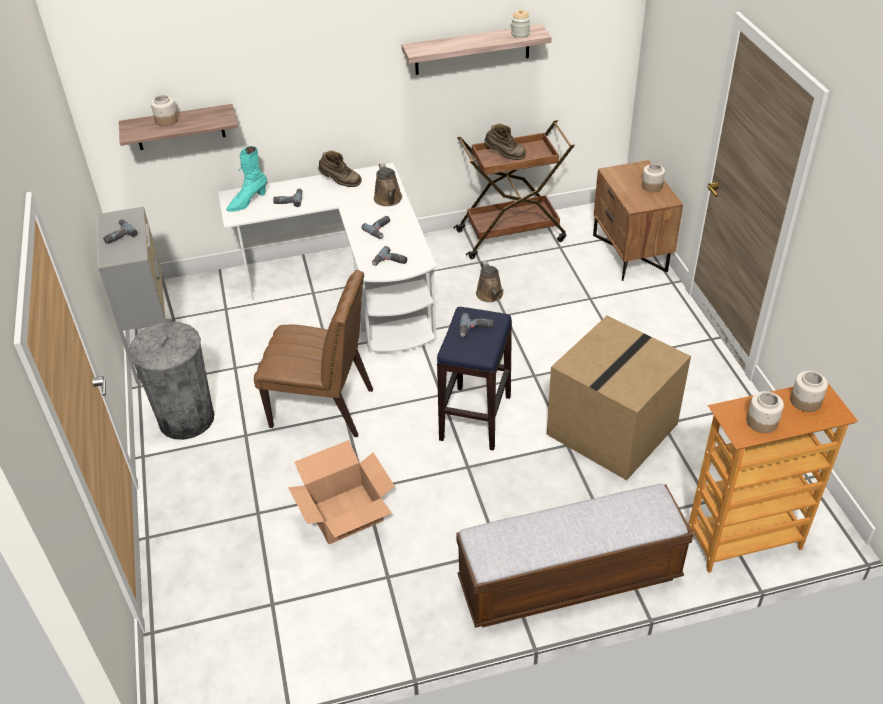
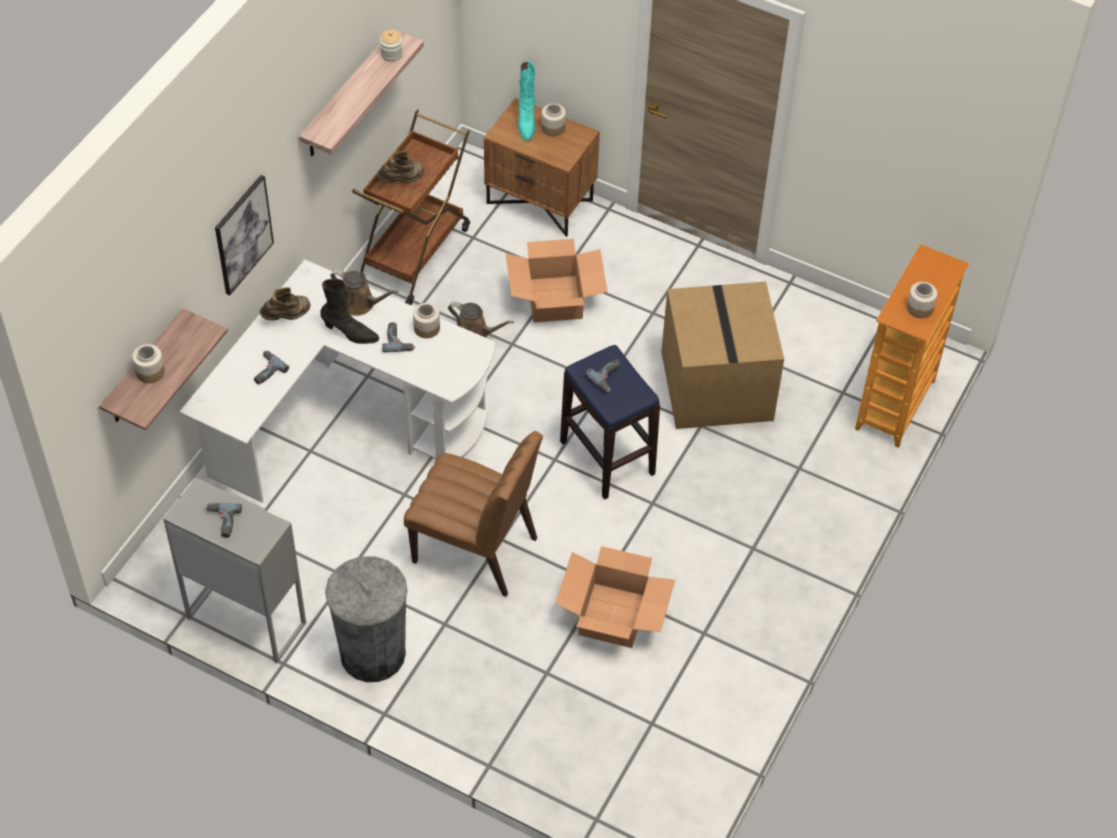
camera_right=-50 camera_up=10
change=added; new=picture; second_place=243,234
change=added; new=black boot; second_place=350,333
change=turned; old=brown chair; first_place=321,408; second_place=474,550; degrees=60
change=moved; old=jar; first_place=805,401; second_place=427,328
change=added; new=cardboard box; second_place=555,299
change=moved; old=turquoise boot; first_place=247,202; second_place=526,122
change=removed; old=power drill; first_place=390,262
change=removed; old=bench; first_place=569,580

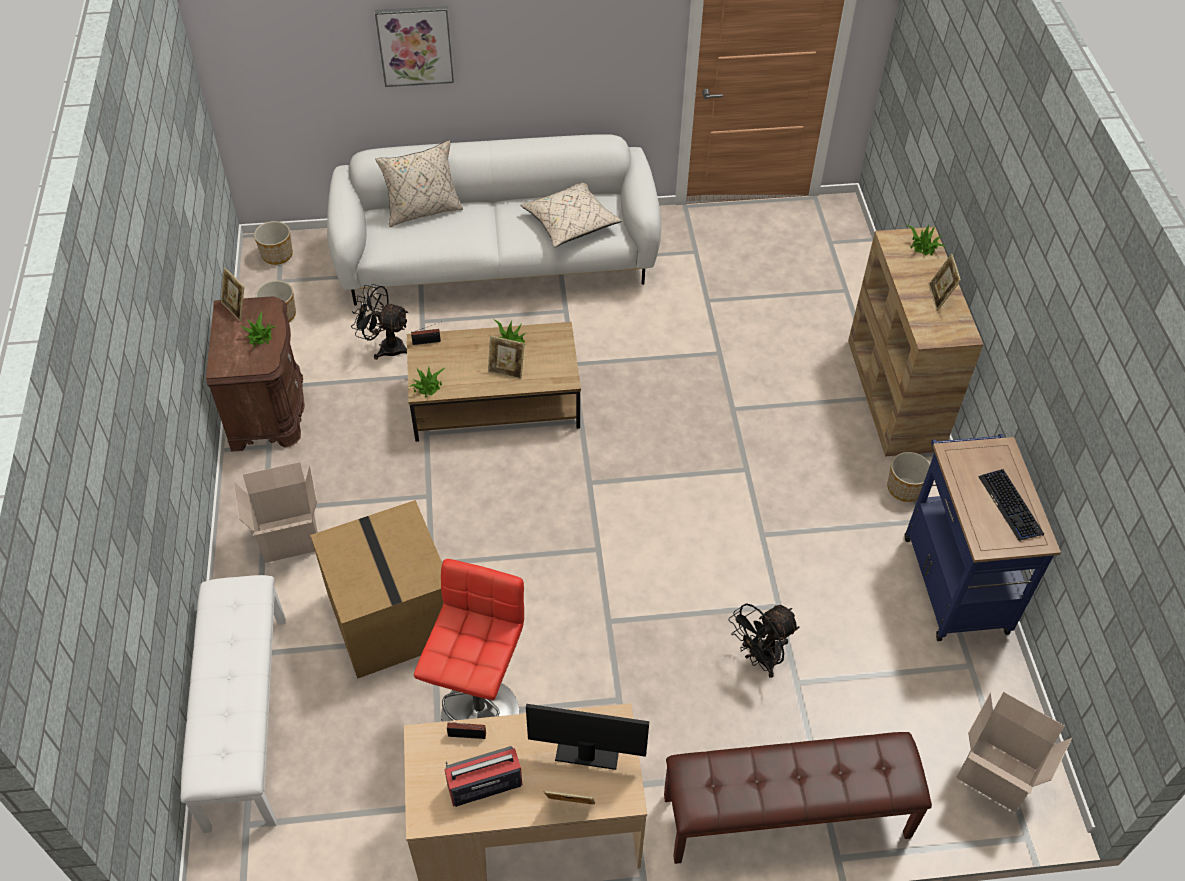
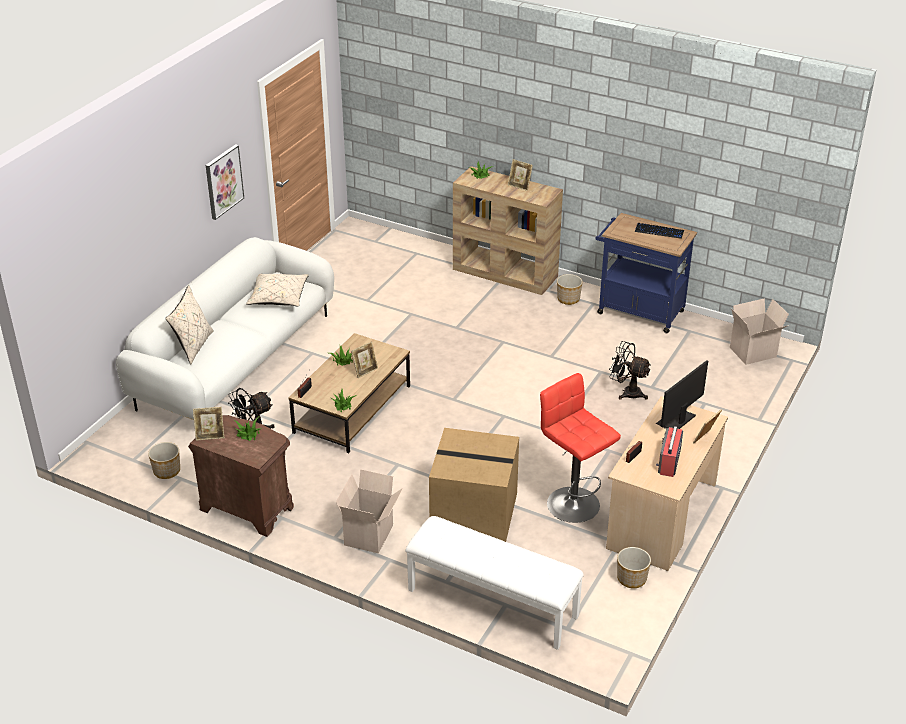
camera_right=-55 camera_up=-15
change=moved; old=picture; first_place=415,45; second_place=223,181
change=turned; old=black fan; first_place=760,658; second_place=627,392; degrees=120
change=moved; old=planter; first_place=277,255; second_place=632,578
change=removed; old=brown bench; first_place=786,817

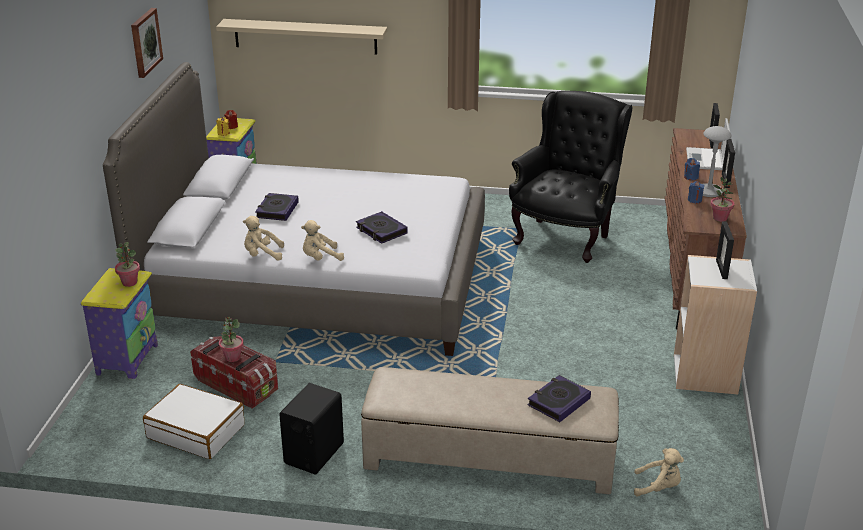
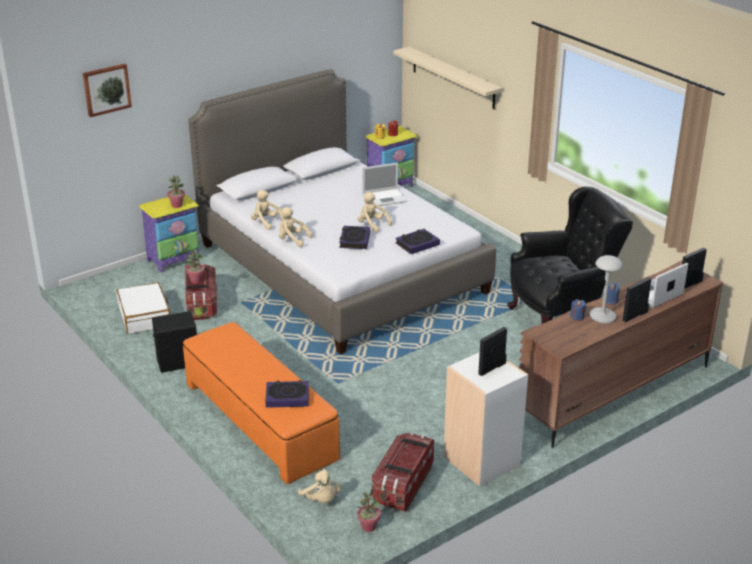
camera_right=45 camera_up=0
change=moved; old=picture; first_place=145,42; second_place=106,89
change=recoloured; old=beige bench; new=orange bench; first_place=487,456; second_place=259,420
change=moved; old=potted plant; first_place=720,218; second_place=368,527
change=added; new=beige plush toy; second_place=372,225
change=added; new=laptop; second_place=385,198
change=added; new=storage box; second_place=403,485
change=moved; old=book; first_place=277,210; second_place=417,244

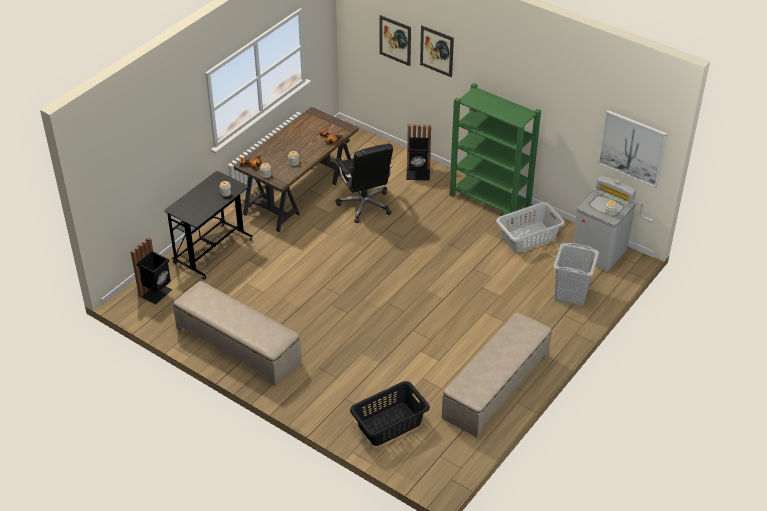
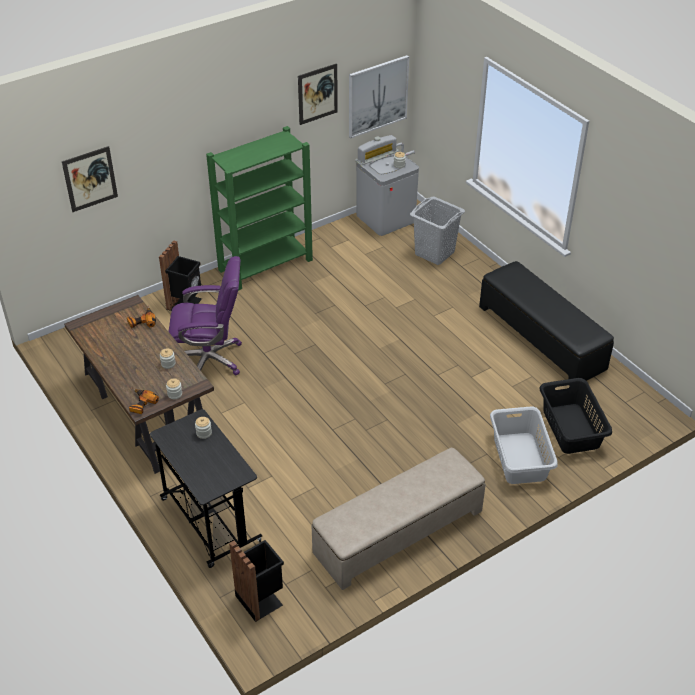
camera_right=-70 camera_up=0
change=recoloured; old=black office chair; new=purple office chair; first_place=364,204; second_place=209,359
change=moved; old=picture; first_place=436,51; second_place=317,94
change=recoloured; old=beige bench; new=black bench; first_place=496,386; second_place=542,337
change=moved; old=grey laundry basket; first_place=528,237; second_place=519,458

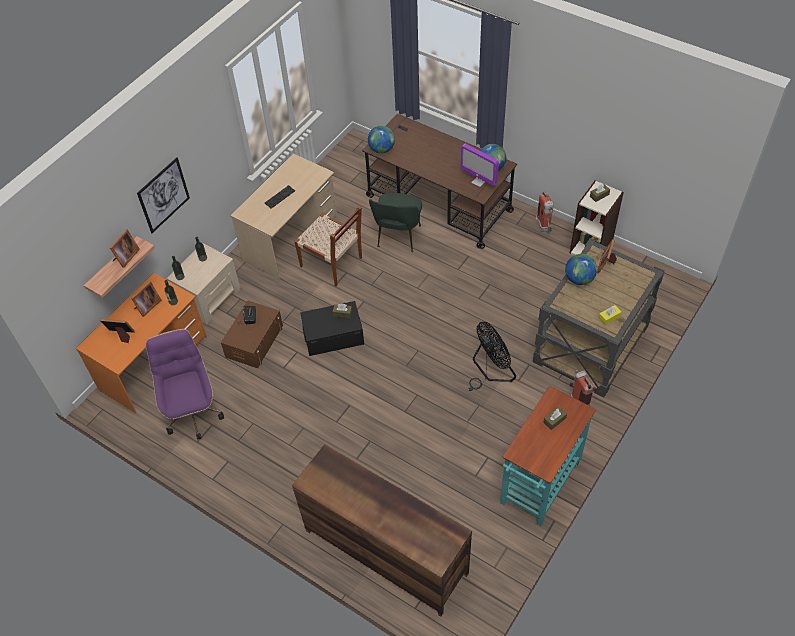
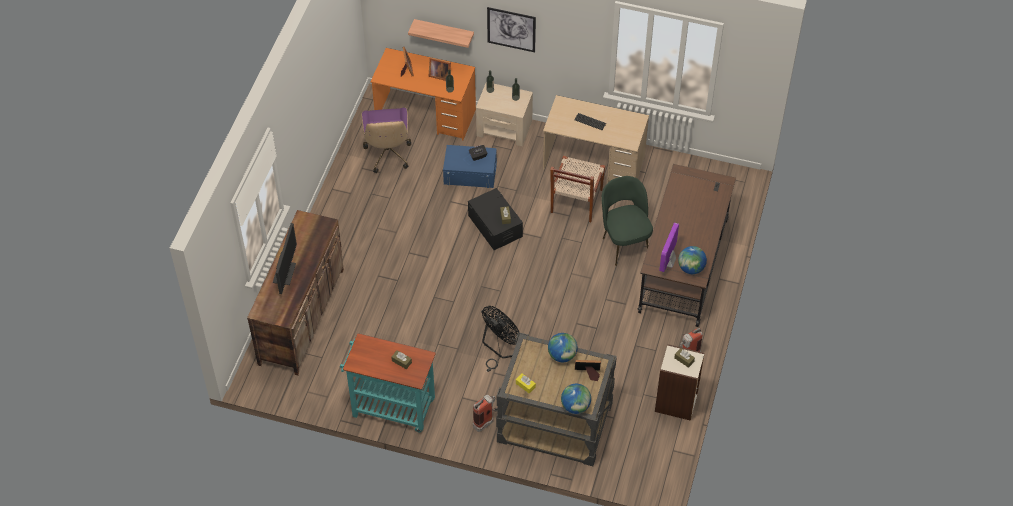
camera_right=70 camera_up=0
change=added; new=monitor; second_place=284,272
change=turned; old=purple office chair; first_place=193,412; second_place=388,156; degrees=120
change=recoloured; old=brown storage box; new=blue storage box; first_place=254,341; second_place=470,173
change=turned; old=black fan; first_place=488,368; second_place=499,347; degrees=-90
change=moved; old=globe; first_place=382,149; second_place=575,406
change=turned; old=green chair; first_place=398,239; second_place=624,244; degrees=75
change=removed; old=picture frame; first_place=125,257

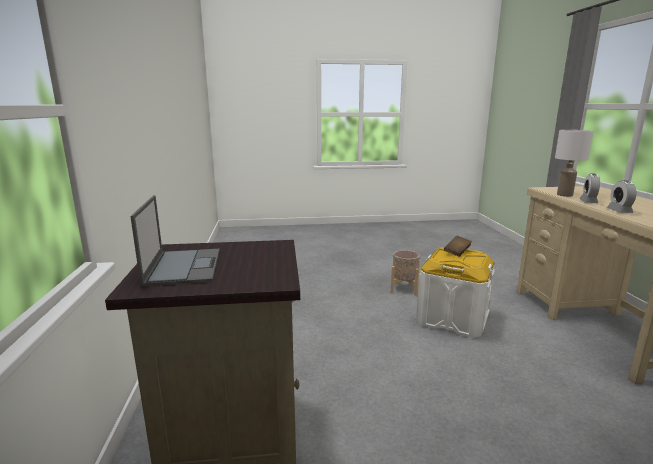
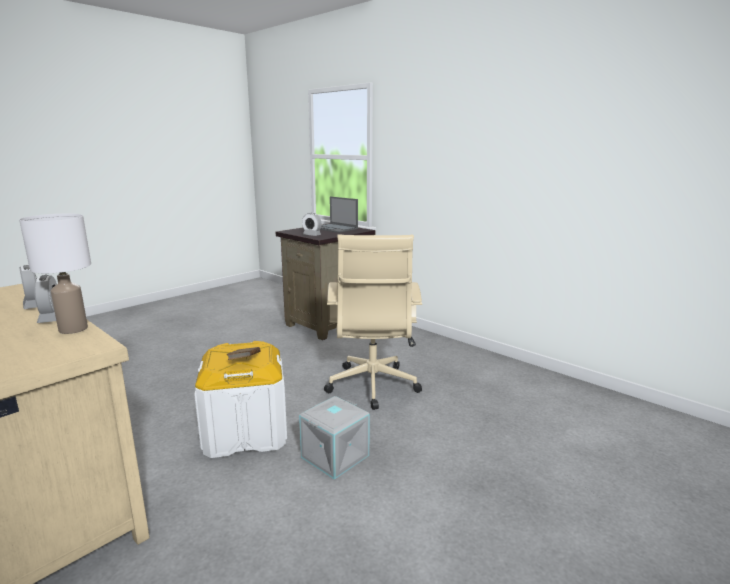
camera_right=140 camera_up=0
change=replaced; old=beige planter; new=grey storage box; first_place=404,288; second_place=335,457
change=added; new=alarm clock; second_place=312,235
change=added; new=beige office chair; second_place=372,387

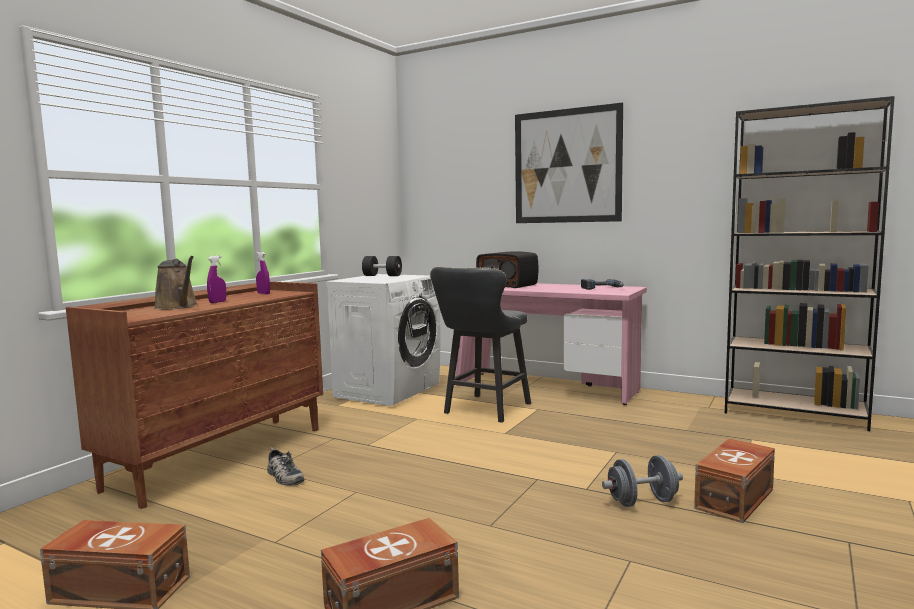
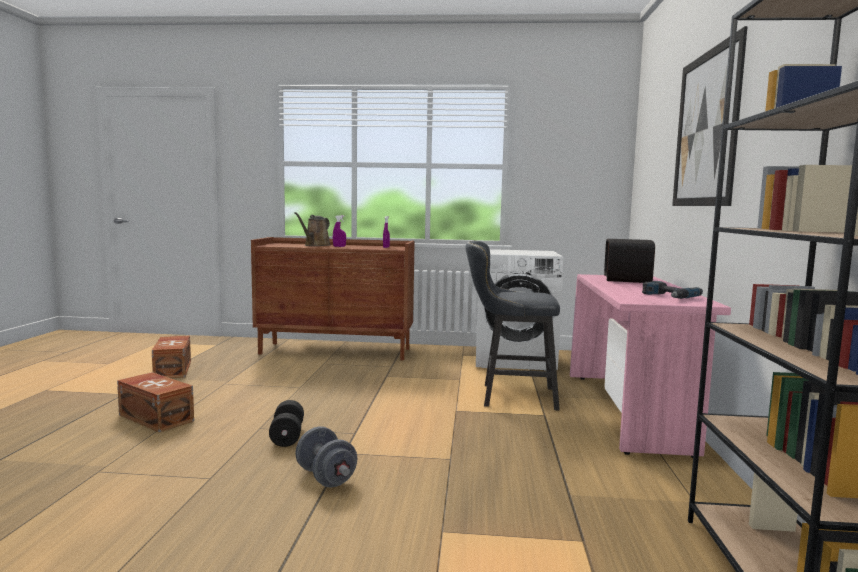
camera_right=65 camera_up=0
change=moved; old=black dumbbell; first_place=382,276; second_place=287,436
change=removed; old=shoe; first_place=283,476
change=removed; old=brown storage box; first_place=736,499

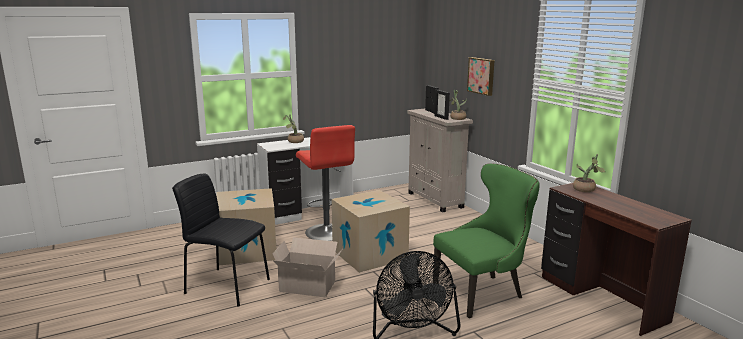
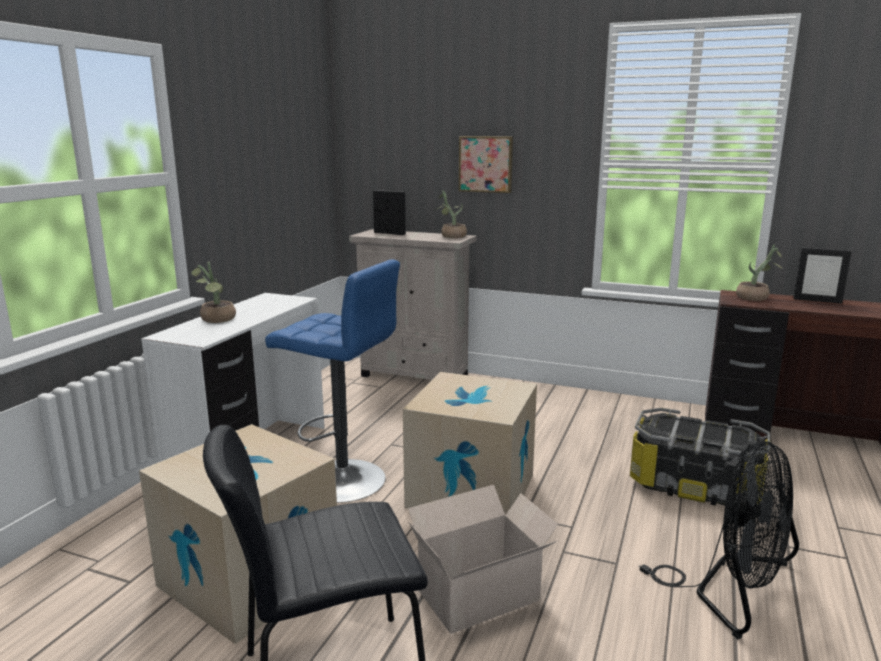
camera_right=-40 camera_up=0
change=recoloured; old=red stool; new=blue stool; first_place=326,232; second_place=343,481
change=replaced; old=green chair; new=storage box; first_place=482,293; second_place=694,485
change=moved; old=picture frame; first_place=441,117; second_place=817,300

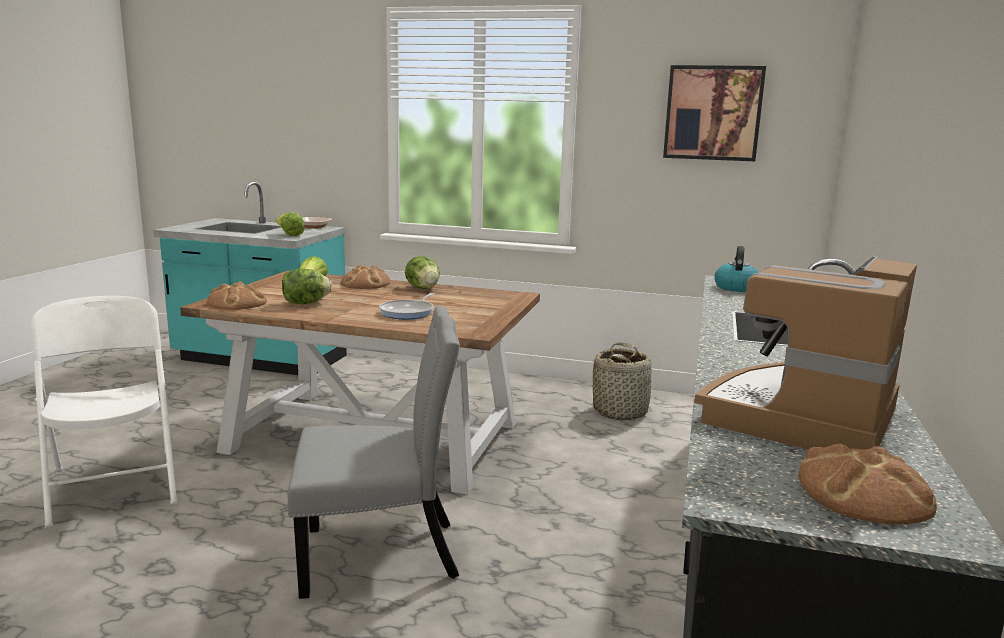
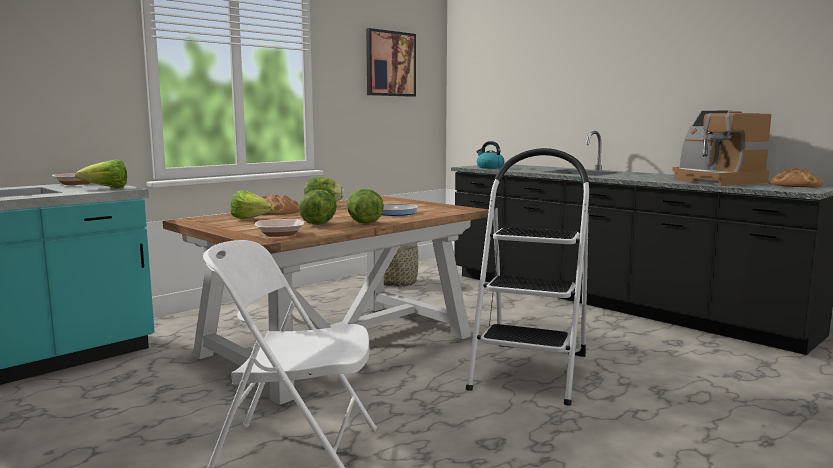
camera_right=-60 camera_up=-5
change=replaced; old=bread; new=bowl; first_place=238,303; second_place=280,234
change=added; new=lettuce; second_place=364,222
change=replaced; old=grey chair; new=step ladder; first_place=376,555; second_place=532,371

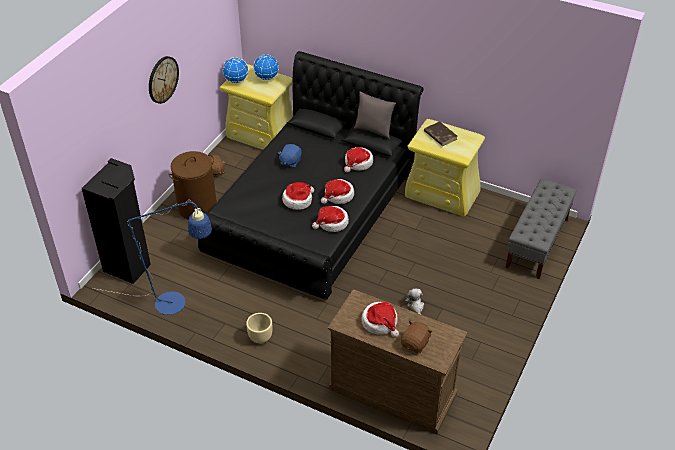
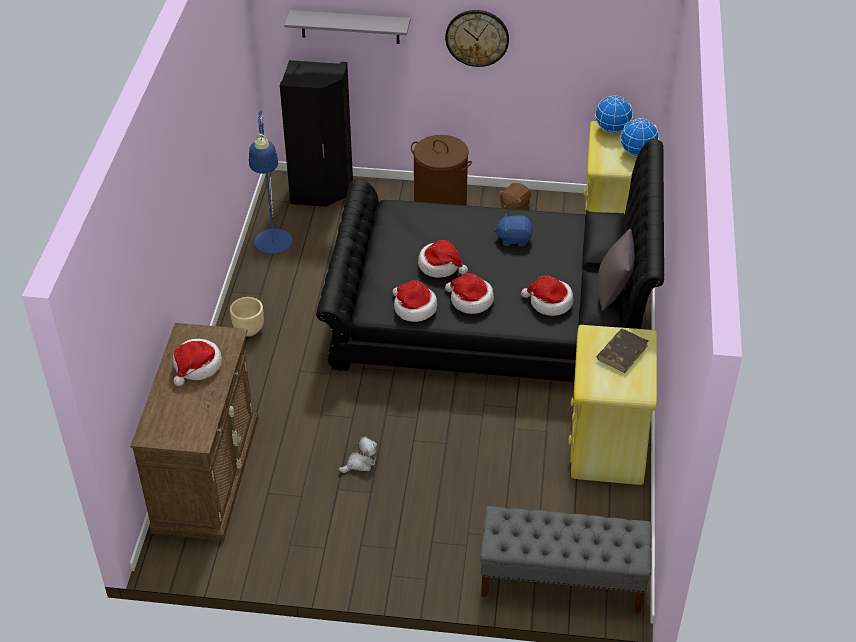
camera_right=70 camera_up=0
change=added; new=grey shelf; second_place=350,27
change=removed; old=brown plush toy; first_place=415,344

